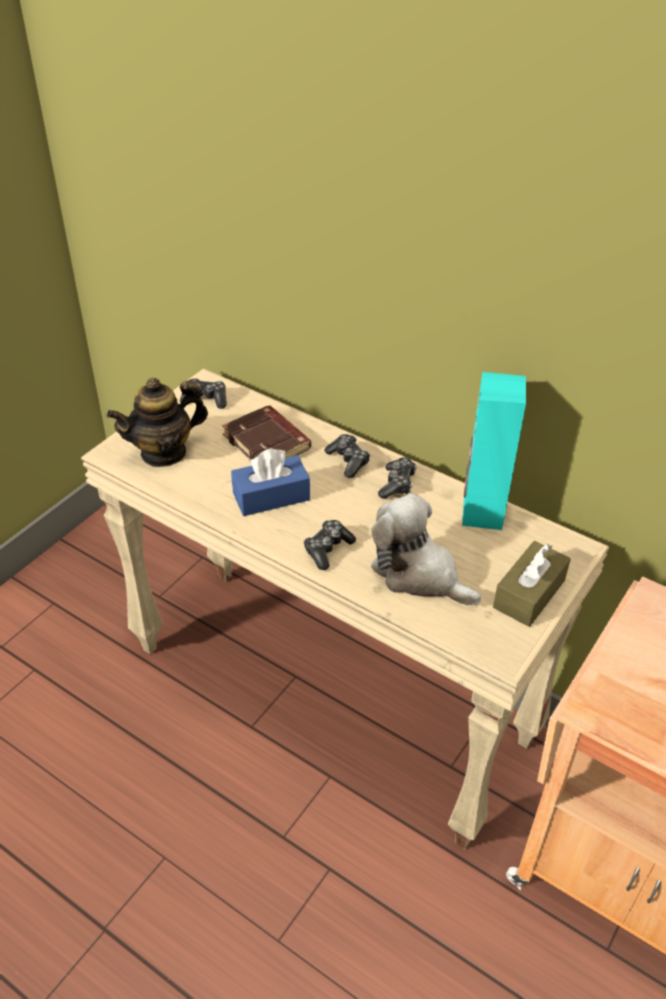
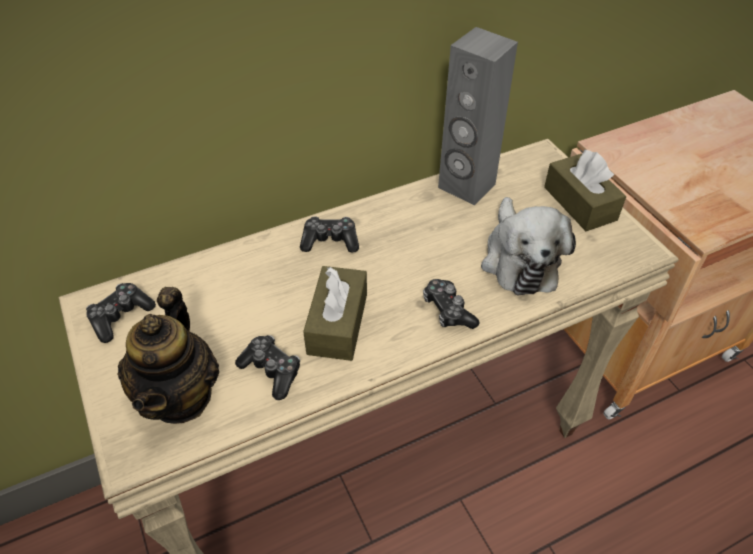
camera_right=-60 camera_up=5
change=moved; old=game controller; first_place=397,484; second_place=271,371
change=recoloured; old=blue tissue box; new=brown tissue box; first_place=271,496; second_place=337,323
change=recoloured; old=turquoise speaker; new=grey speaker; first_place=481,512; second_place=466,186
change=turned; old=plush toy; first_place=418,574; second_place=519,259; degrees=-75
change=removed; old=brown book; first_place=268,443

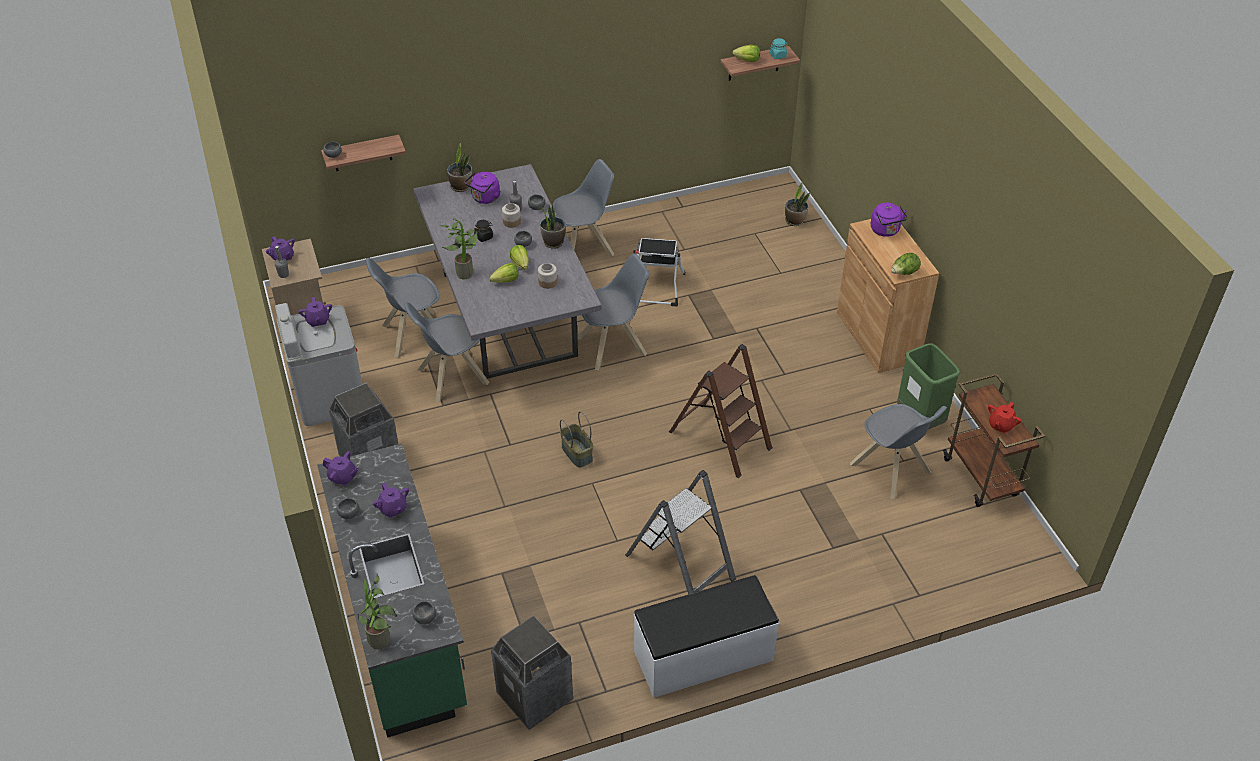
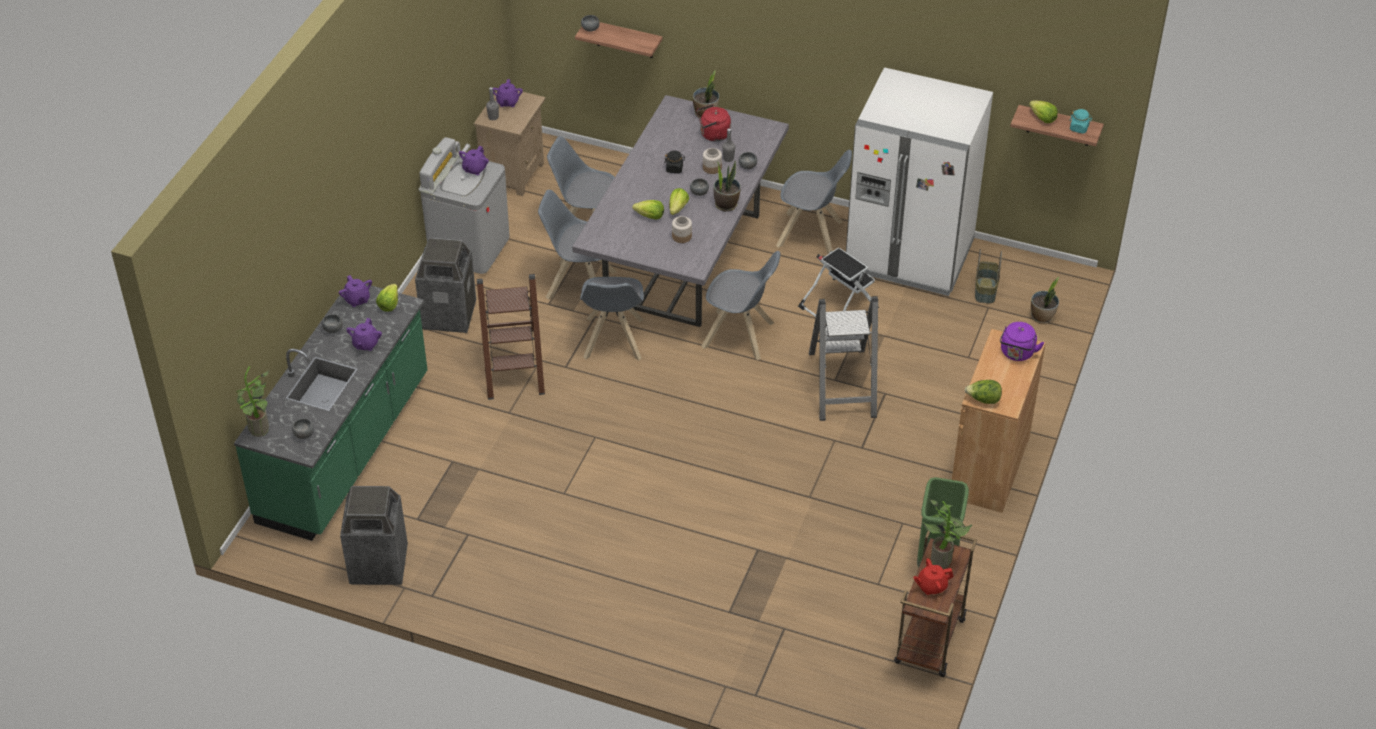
camera_right=40 camera_up=0
change=added; new=lettuce; second_place=389,304
change=moved; old=brown step ladder; first_place=719,438; second_place=513,362
change=moved; old=grey chair; first_place=892,470; second_place=613,340
change=recoloured; old=purple kettle; new=red kettle; first_place=484,198; second_place=713,135
change=moved; old=grey step ladder; first_place=681,567; second_place=842,385
change=added; new=white fridge; second_place=909,256
change=moved; old=potted plant; first_place=465,272; second_place=943,559
change=moved; old=basket; first_place=577,453; second_place=986,291
change=removed; old=white bench; first_place=704,656

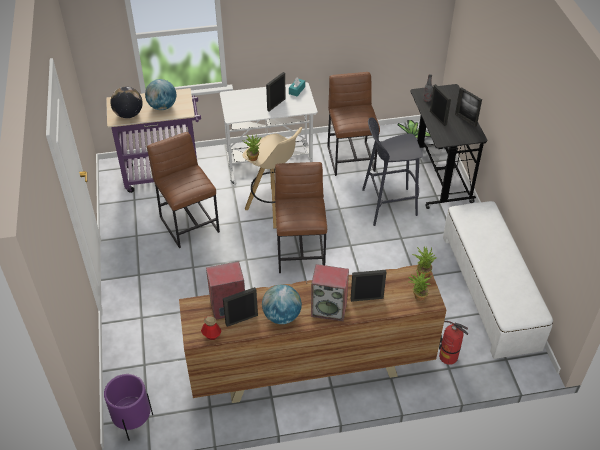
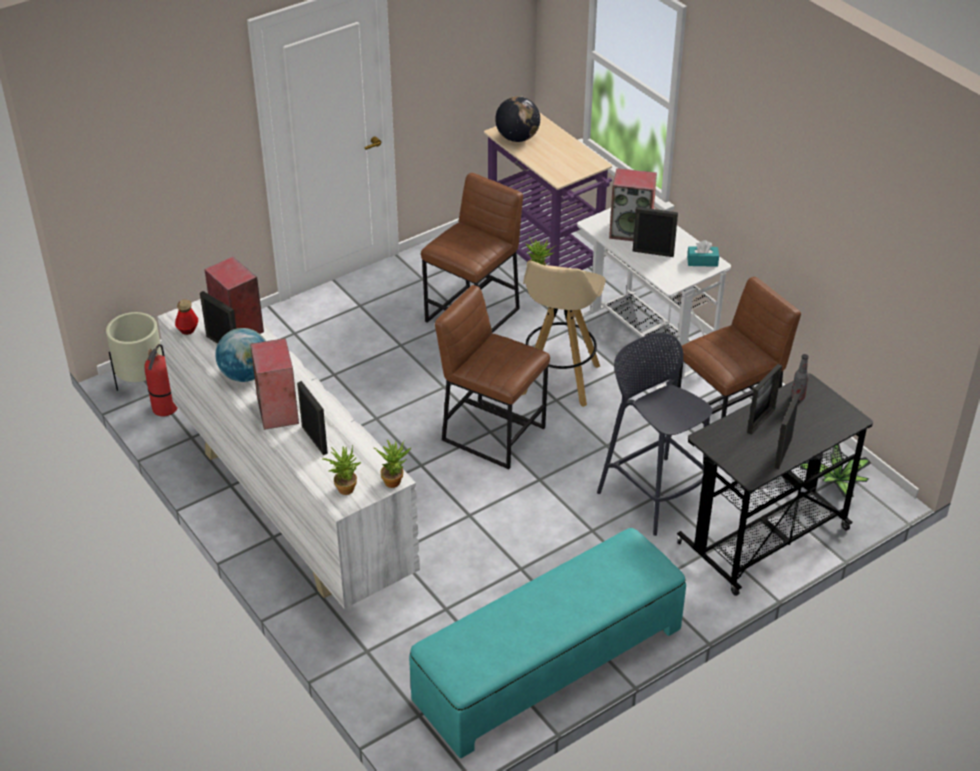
camera_right=65 camera_up=-5
change=recoloured; old=purple planter; new=beige planter; first_place=133,422; second_place=142,384
change=moved; old=fire extinguisher; first_place=448,357; second_place=165,408
change=recoloured; old=brown cabinet; new=white cabinet; first_place=310,370; second_place=290,507
change=recoloured; old=white bench; new=turquoise bench; first_place=490,291; second_place=548,665
change=turned; old=brown chair; first_place=300,252; second_place=492,433; degrees=-120
change=added; new=speaker; second_place=631,231
change=removed; old=globe; first_place=162,107

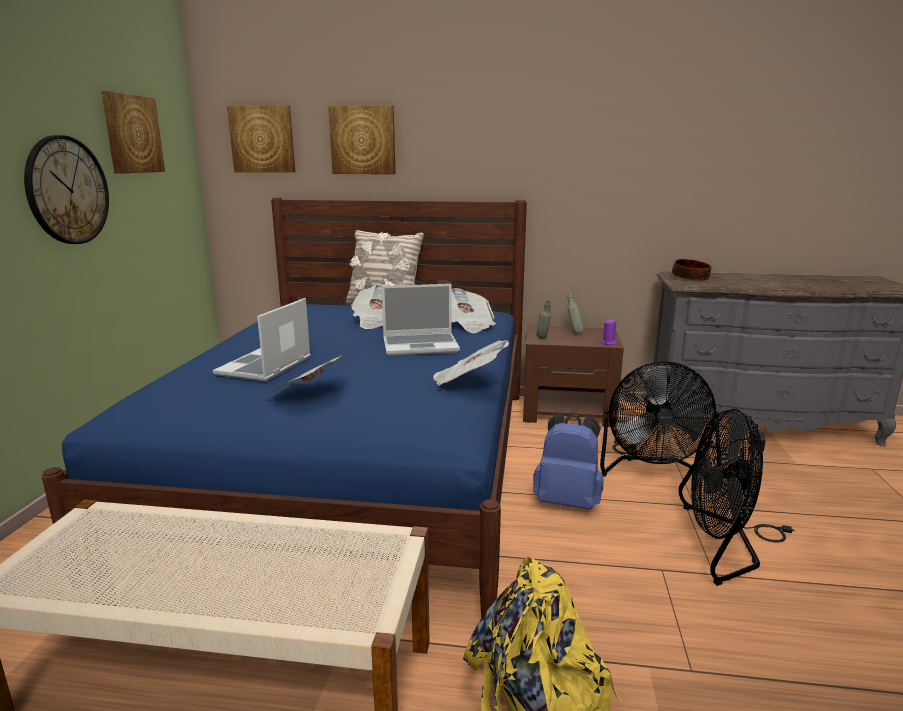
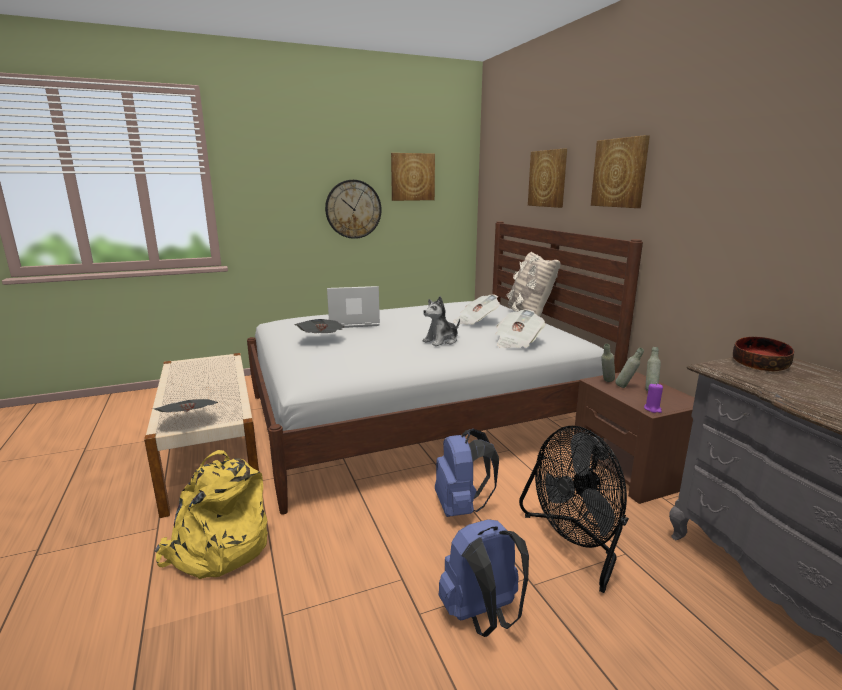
camera_right=60 camera_up=0
change=moved; old=newspaper; first_place=467,382; second_place=189,421
change=recoloured; old=blue bed; new=white bed; first_place=357,466; second_place=419,416
change=replaced; old=laptop; new=plush toy; first_place=421,346; second_place=441,341
change=replaced; old=black fan; new=blue backpack; first_place=726,542; second_place=483,616
change=moved; old=picture; first_place=262,139; second_place=620,173
change=added; new=grey bottle; second_place=626,387

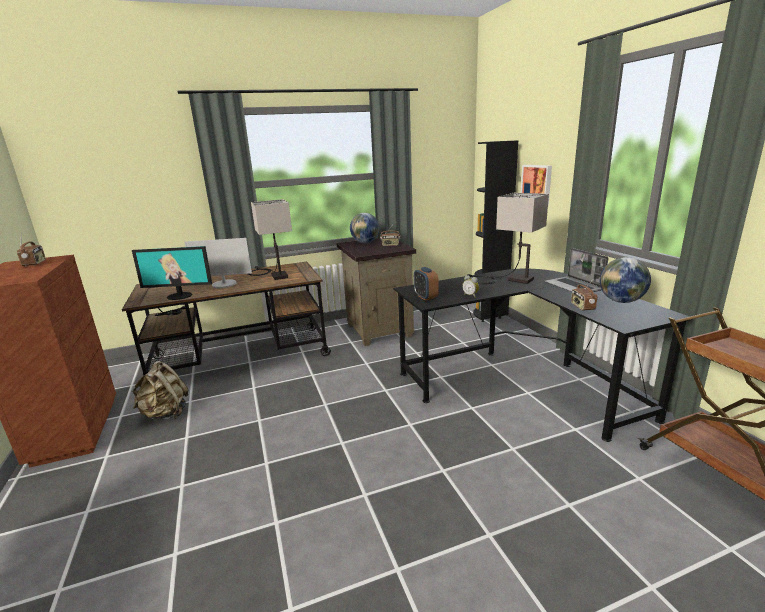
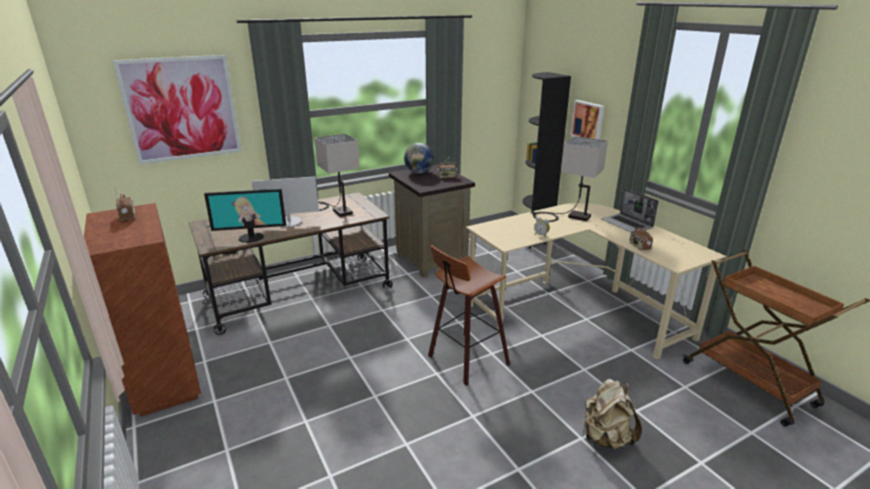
camera_right=-10 camera_up=5
change=added; new=picture; second_place=182,109
change=added; new=stool; second_place=465,360
change=recoloured; old=black desk; new=beige desk; first_place=520,381; second_place=578,308
change=moved; old=beige backpack; first_place=166,414; second_place=605,438
change=removed; old=alarm clock; first_place=425,297
change=removed; old=globe; first_place=621,301

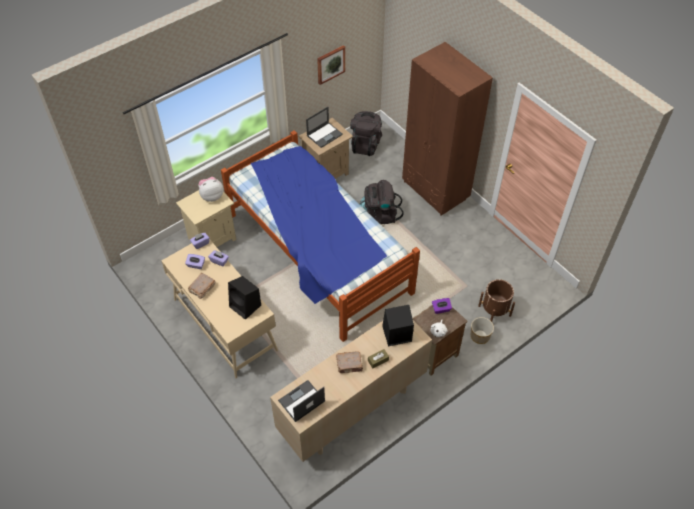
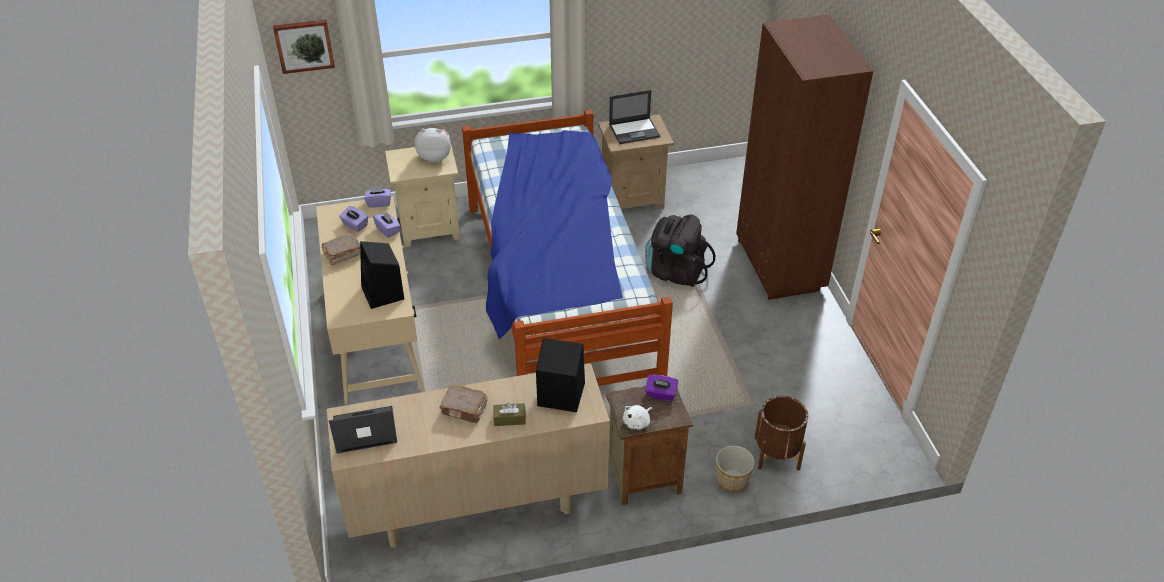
camera_right=25 camera_up=-10
change=moved; old=picture; first_place=330,64; second_place=304,45
change=removed; old=black backpack; first_place=365,144

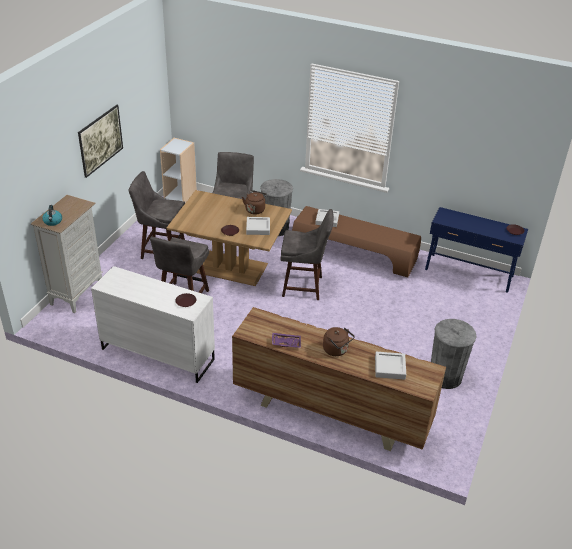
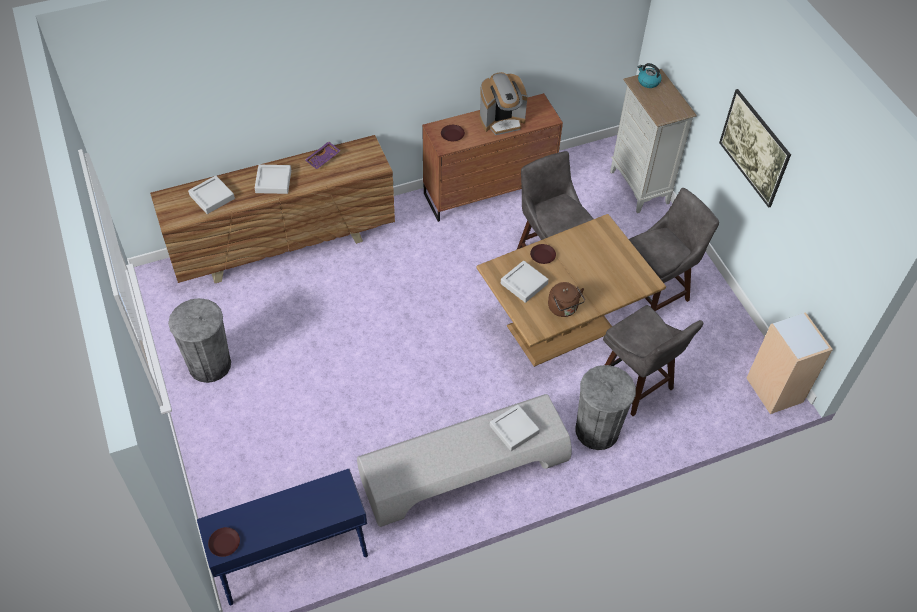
camera_right=135 camera_up=15
change=replaced; old=brown kettle; new=grey tray; first_place=336,350; second_place=273,181
change=recoloured; old=brown bench; new=grey bench; first_place=354,252; second_place=464,471
change=recoloured; old=white dresser; new=brown dresser; first_place=157,355; second_place=488,190
change=added; new=coffee machine; second_place=502,121
change=removed; old=grey stool; first_place=304,286

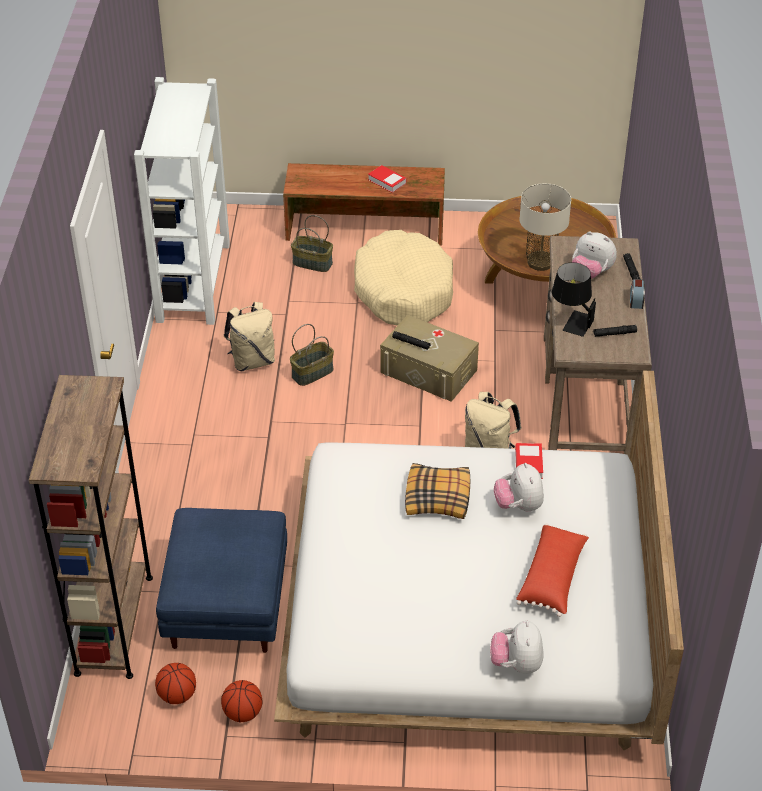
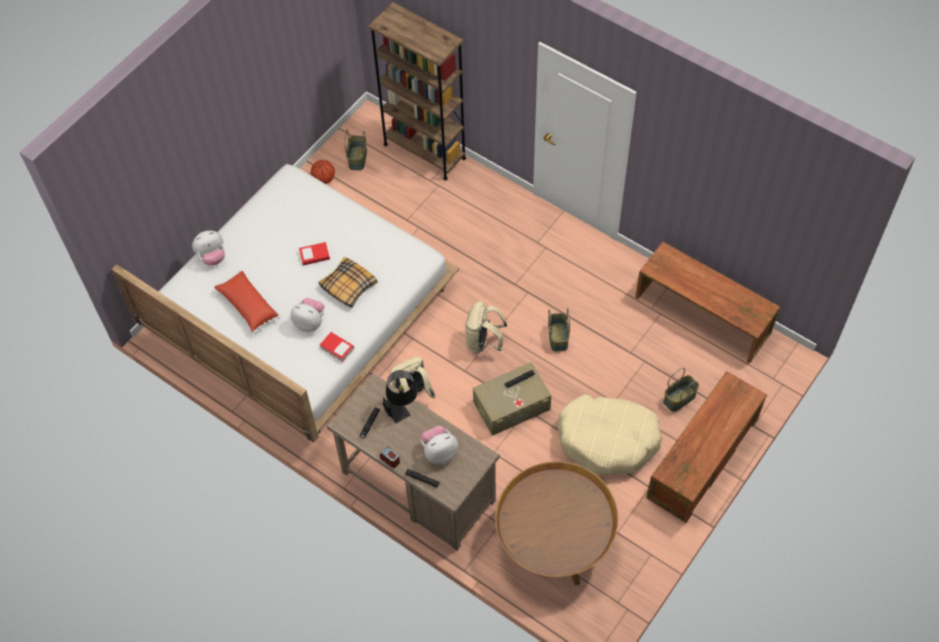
camera_right=125 camera_up=15
change=turned; old=plush toy; first_place=516,664; second_place=212,256; degrees=120
change=moved; old=book; first_place=387,181; second_place=314,255
change=replaced; old=basketball; new=basket; first_place=177,695; second_place=357,158
change=moved; old=beige backpack; first_place=252,361; second_place=484,342
change=replaced; old=white bookcase; new=brown bench; first_place=193,282; second_place=704,314
change=removed; old=blue ottoman; first_place=227,604
change=removed; old=table lamp; first_place=540,262

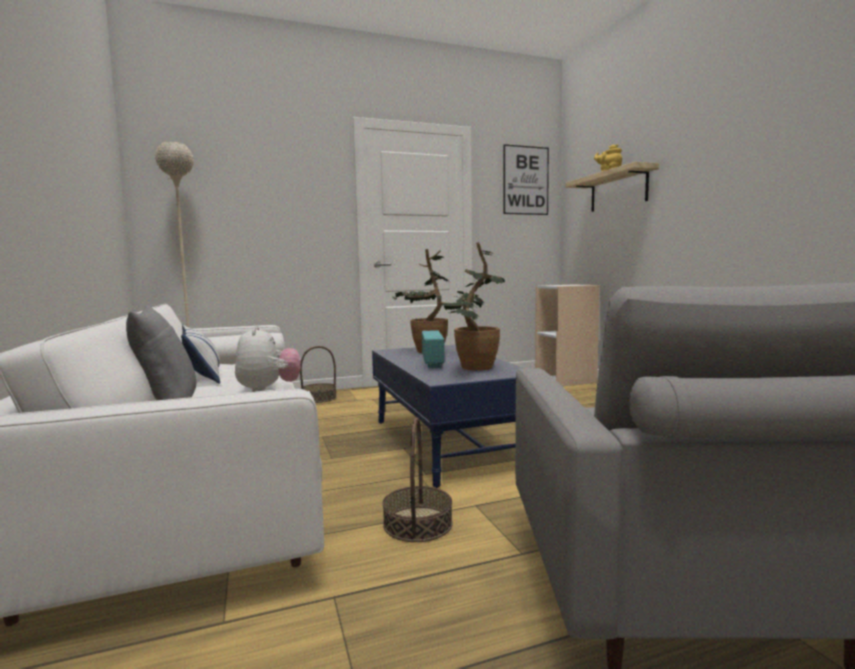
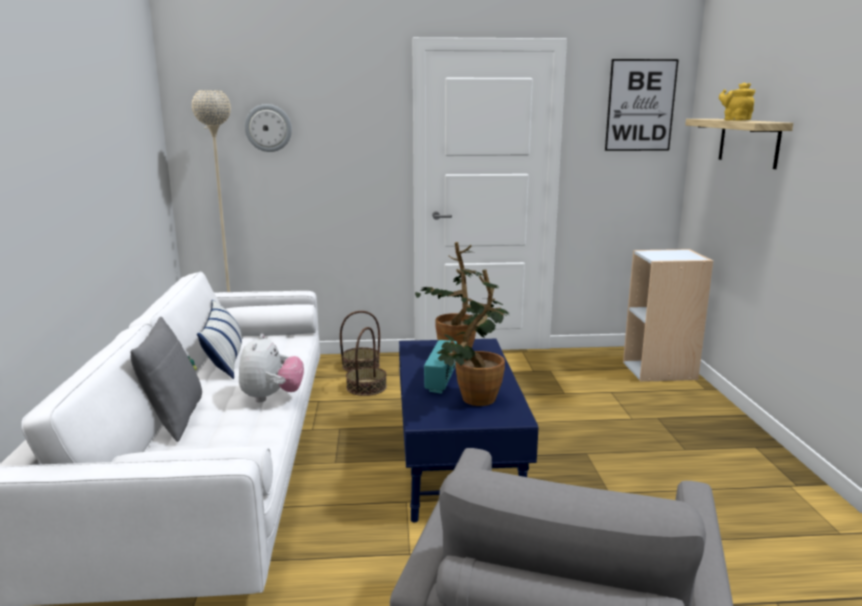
camera_right=15 camera_up=10
change=added; new=wall clock; second_place=268,128
change=moved; old=basket; first_place=418,524; second_place=366,387

